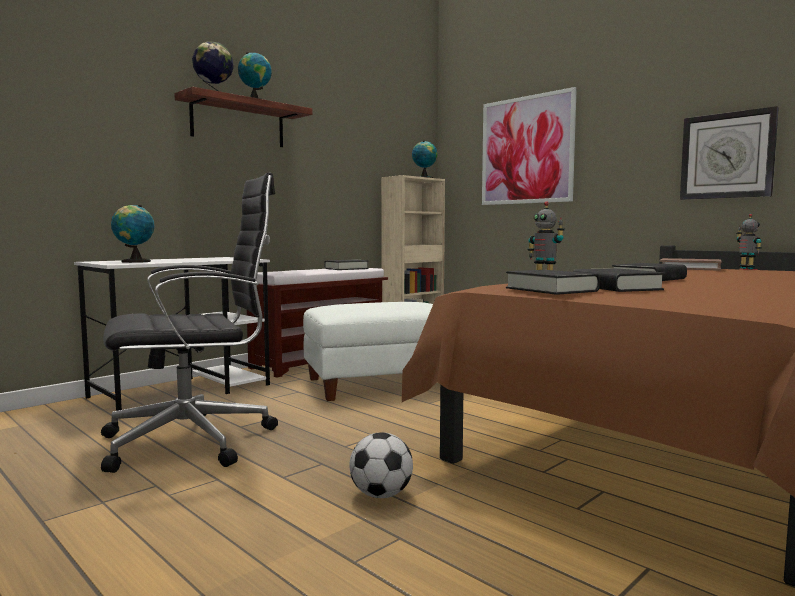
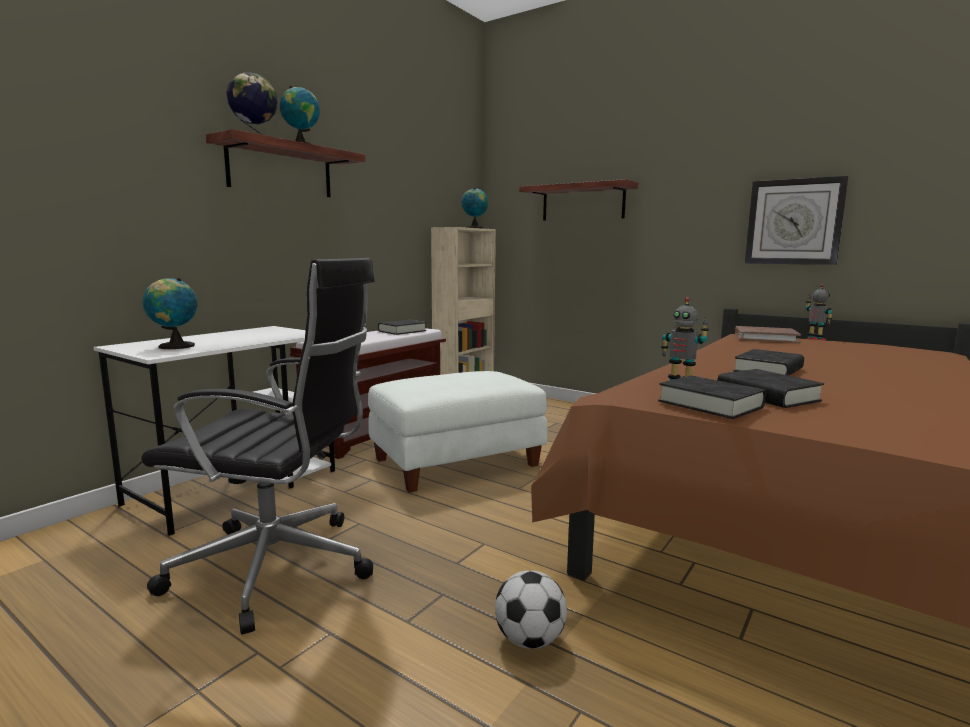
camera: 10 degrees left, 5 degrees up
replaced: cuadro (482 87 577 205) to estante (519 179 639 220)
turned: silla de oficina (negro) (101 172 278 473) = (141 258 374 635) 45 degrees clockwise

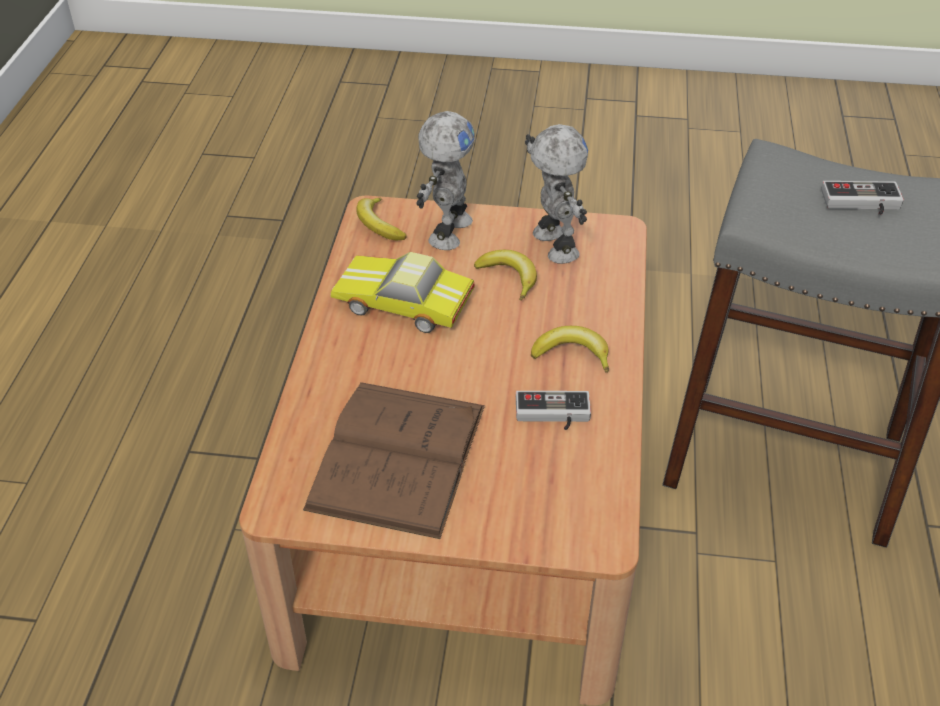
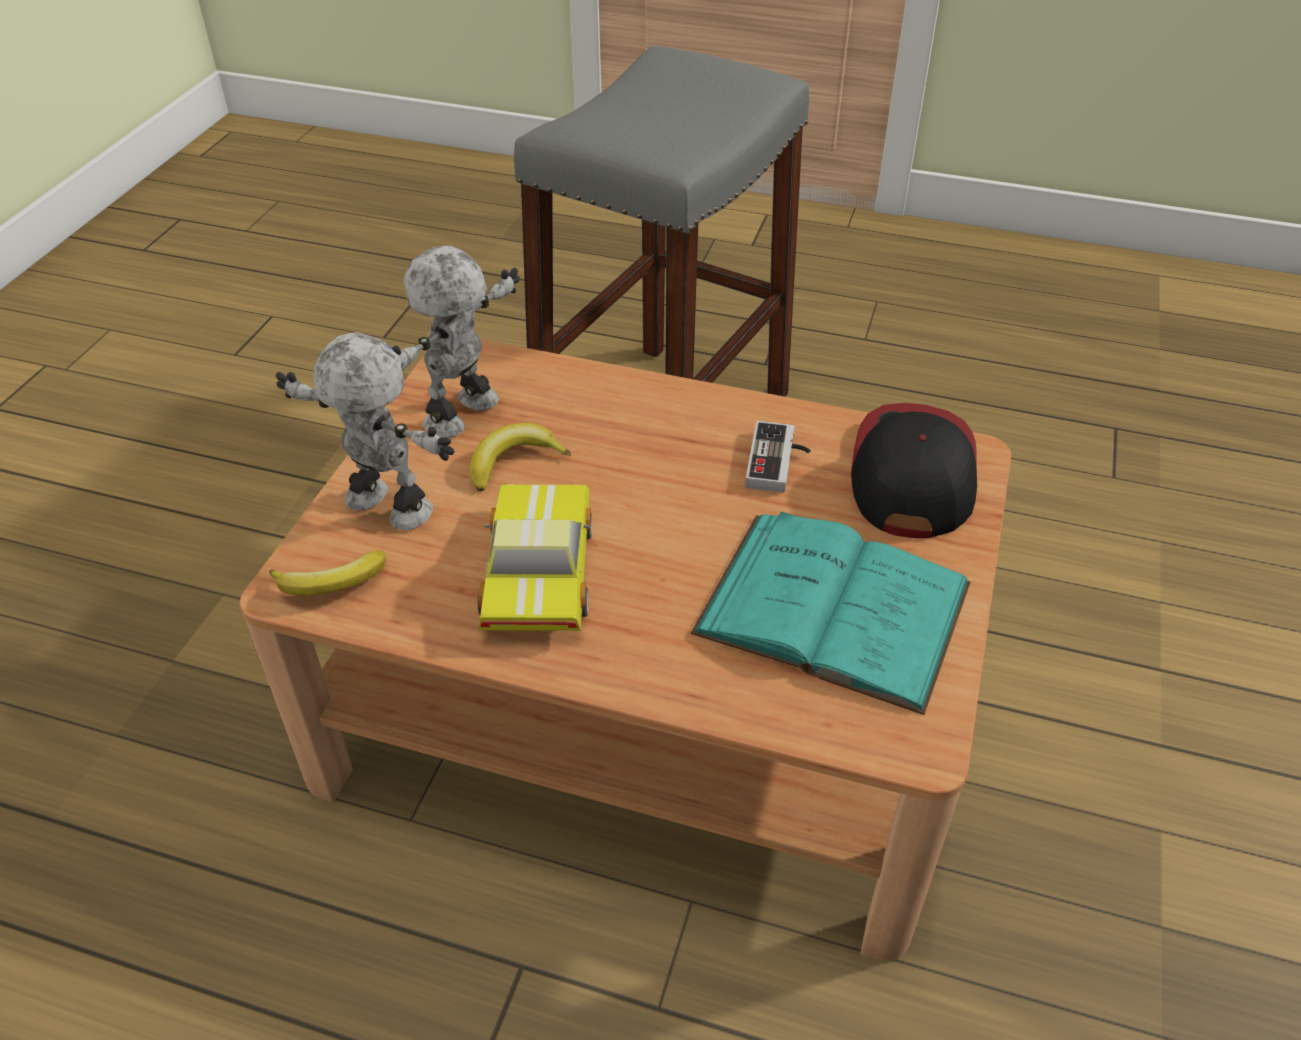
camera: 80 degrees left, 0 degrees up
removed: plátano (531 326 609 373); mando de consola (821 181 904 215)
added: gorra (851 403 977 538)
recoloured: libro (marrón) (303 382 485 539) to libro (turquesa) (690 512 971 715)
turned: robot de juguete (525 124 588 264) = (392 245 520 438) 45 degrees counterclockwise; coche de juguete (331 252 475 333) = (478 484 592 631) 150 degrees clockwise

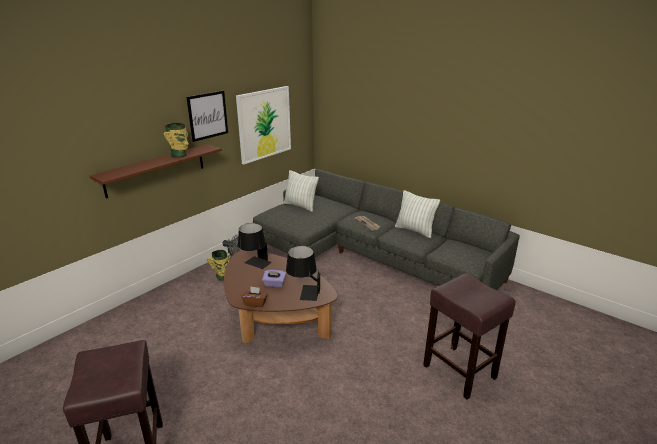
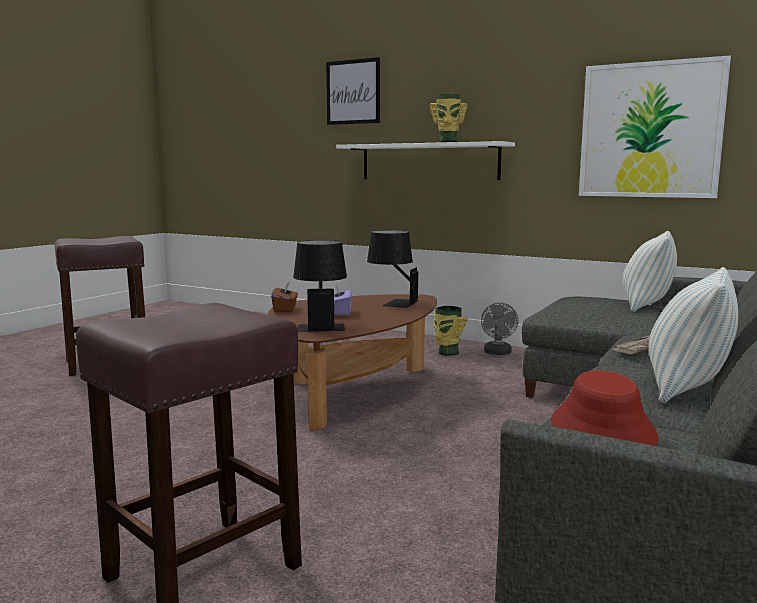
camera: 80 degrees right, 15 degrees down
added: sombrero (rojo) (551 370 659 446)
moved: cuadro (186 91 228 142) to (326 57 380 125)
recoloured: estante (marrón) (90 144 222 198) to estante (blanco) (336 141 515 180)

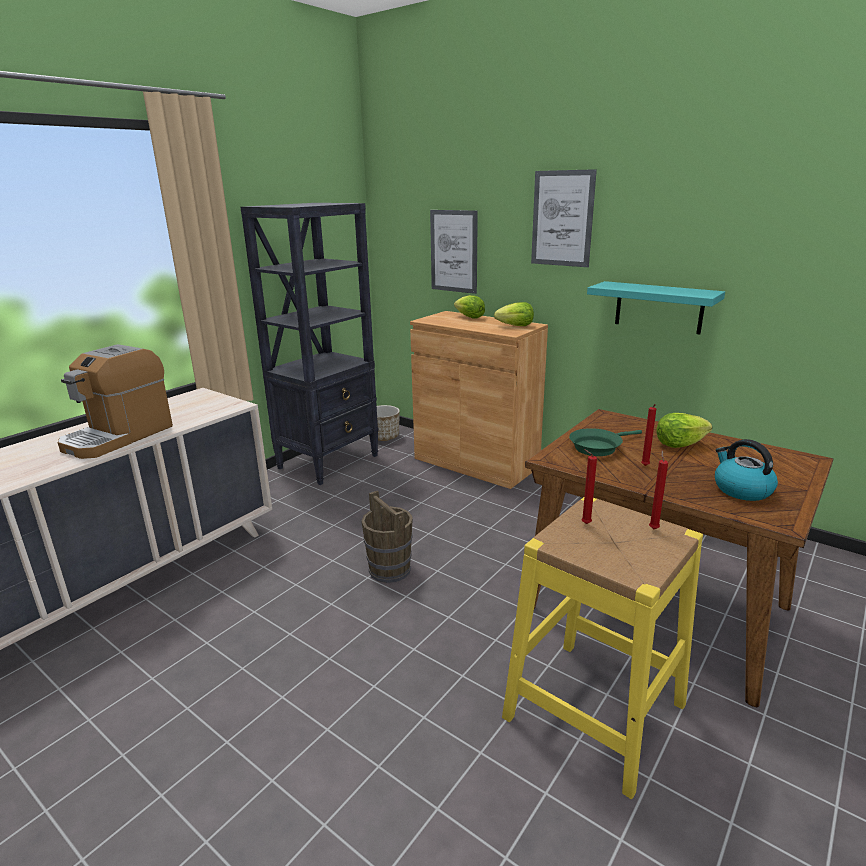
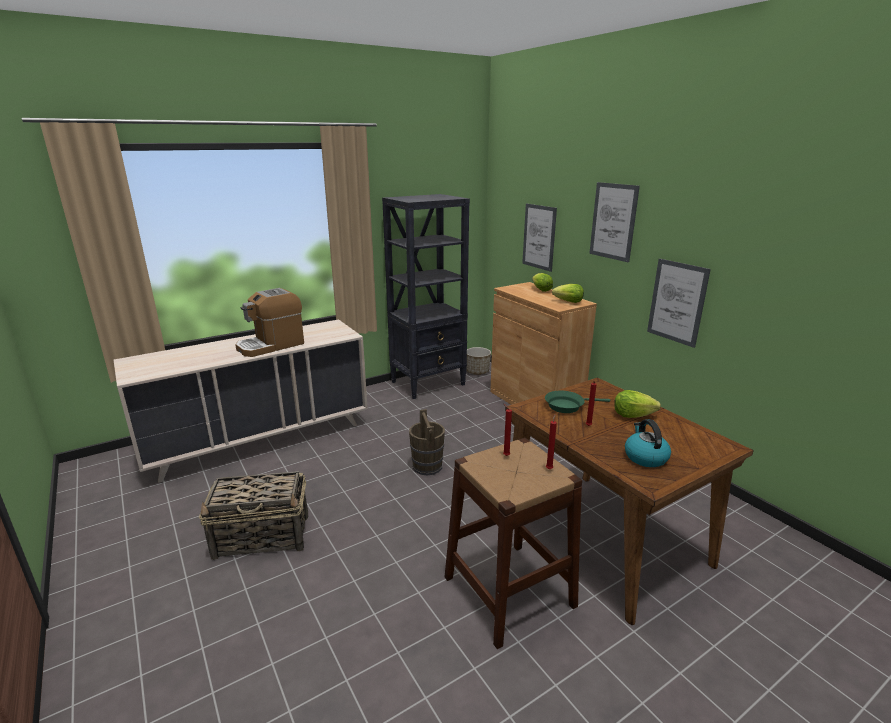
camera: 20 degrees right, 0 degrees up
added: cesta (199 471 308 560)
replaced: estante (turquesa) (587 281 725 335) to cuadro (647 259 711 348)
recoloured: taburete (amarillo) (502 497 703 799) to taburete (marrón) (444 438 582 649)

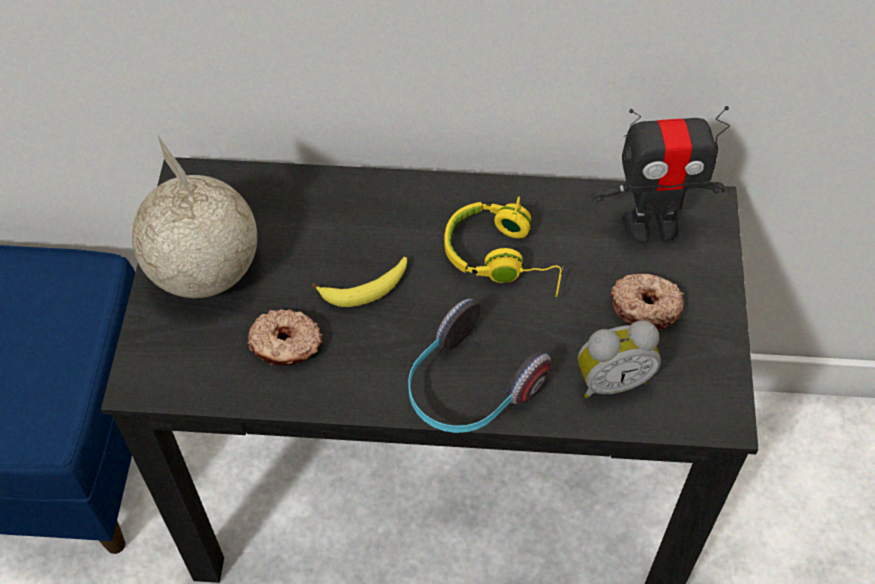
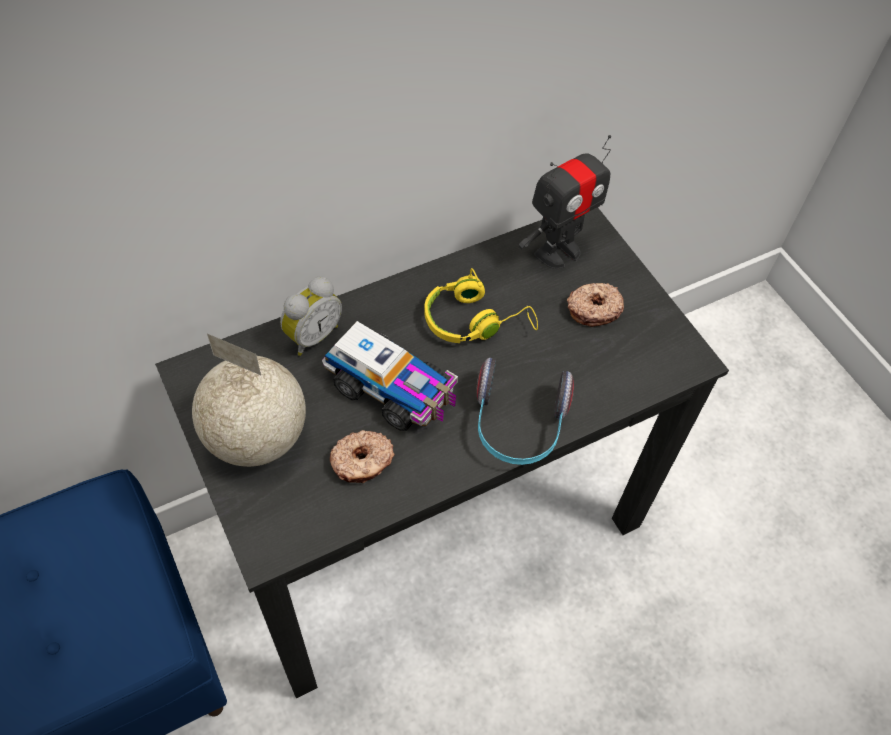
camera: 35 degrees left, 0 degrees up
moved: despertador (578 320 661 398) to (280 277 342 356)
replaced: plátano (312 257 407 307) to camión de juguete (322 321 458 431)

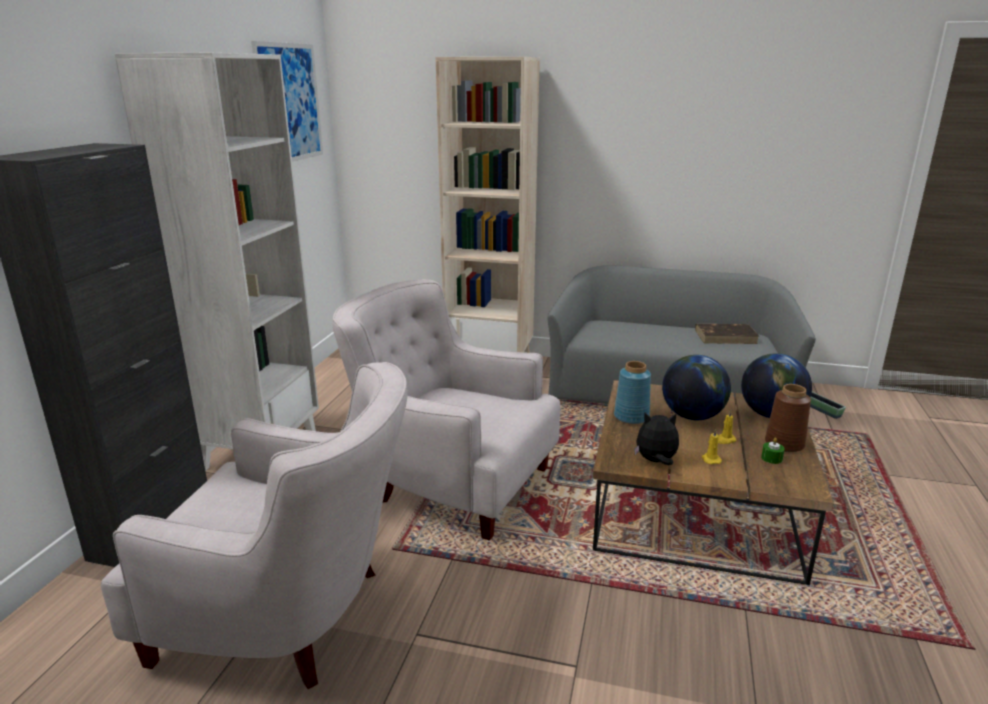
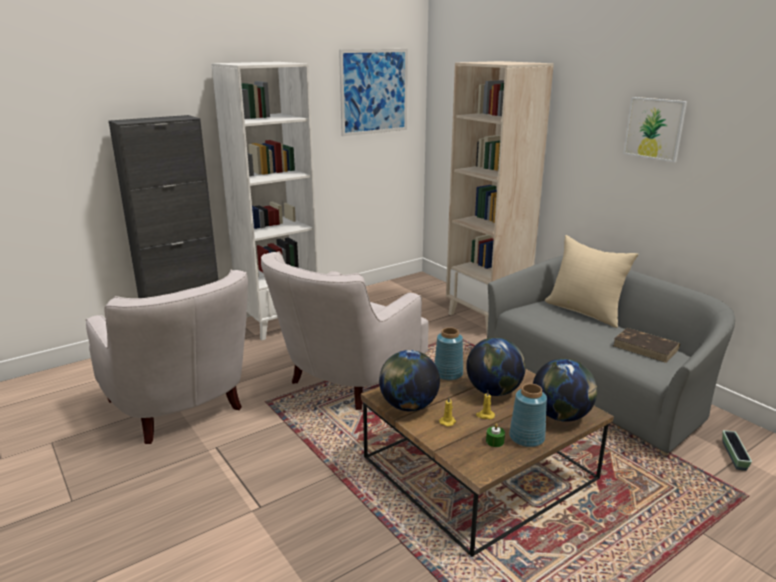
camera: 40 degrees right, 0 degrees up
added: cojín (beis) (545 235 638 328); cuadro (623 97 687 162)
replaced: peluche (634 412 679 465) to globo terráqueo (379 350 440 411)
recoloured: florero (marrón) (765 384 811 452) to florero (azul) (509 383 547 447)
turned: sillón (blanco) (333 279 560 541) = (261 251 429 410) 120 degrees counterclockwise

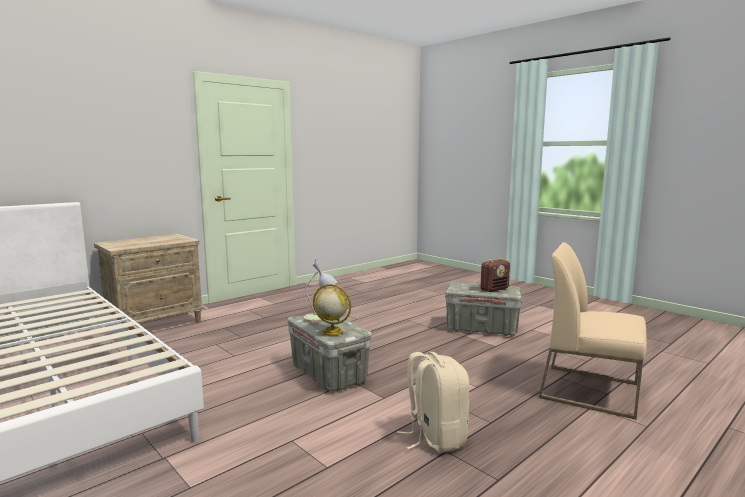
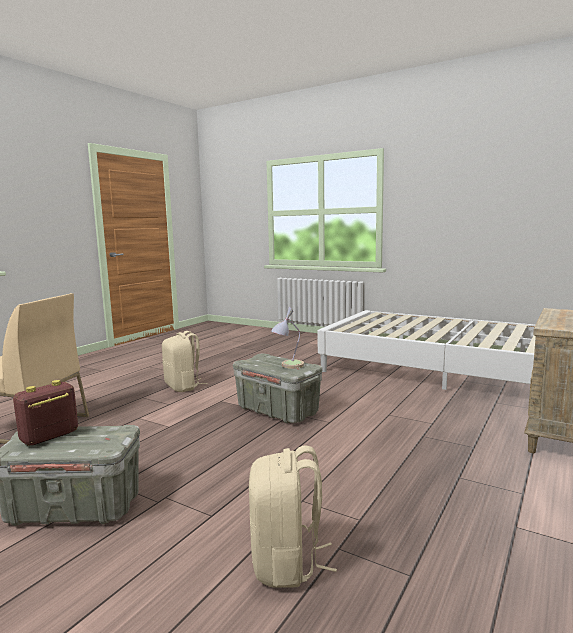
camera: 165 degrees right, 0 degrees up
removed: globo terráqueo (313 284 351 335)
added: mochila (beis) (249 446 337 588)

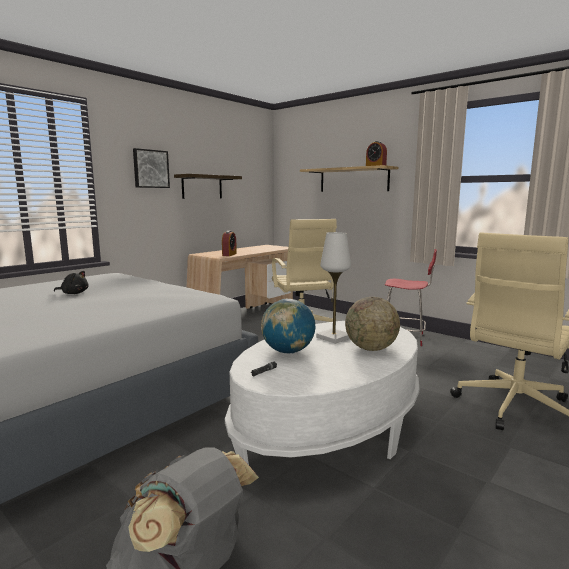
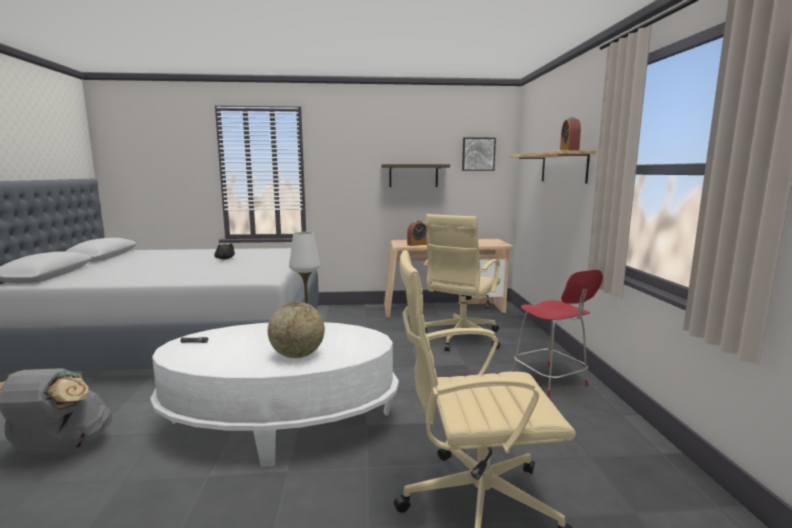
camera: 45 degrees right, 0 degrees up
removed: globo terráqueo (261 299 315 354)
moved: cuadro (133 148 170 188) to (462 137 496 171)

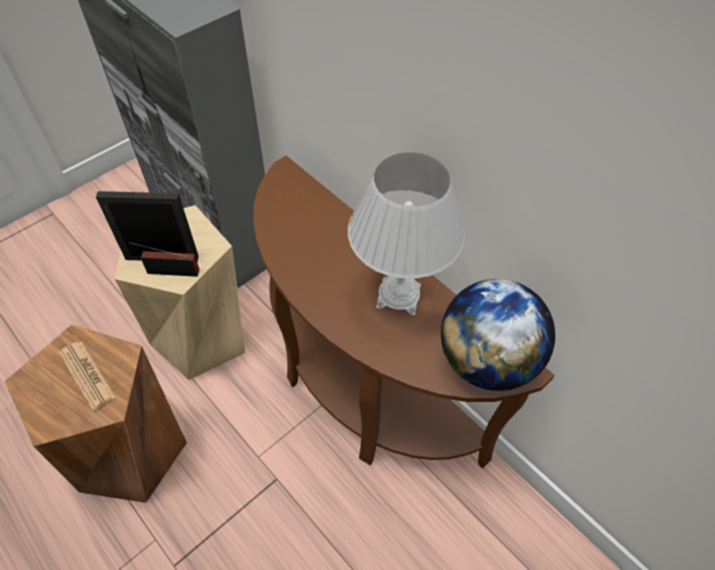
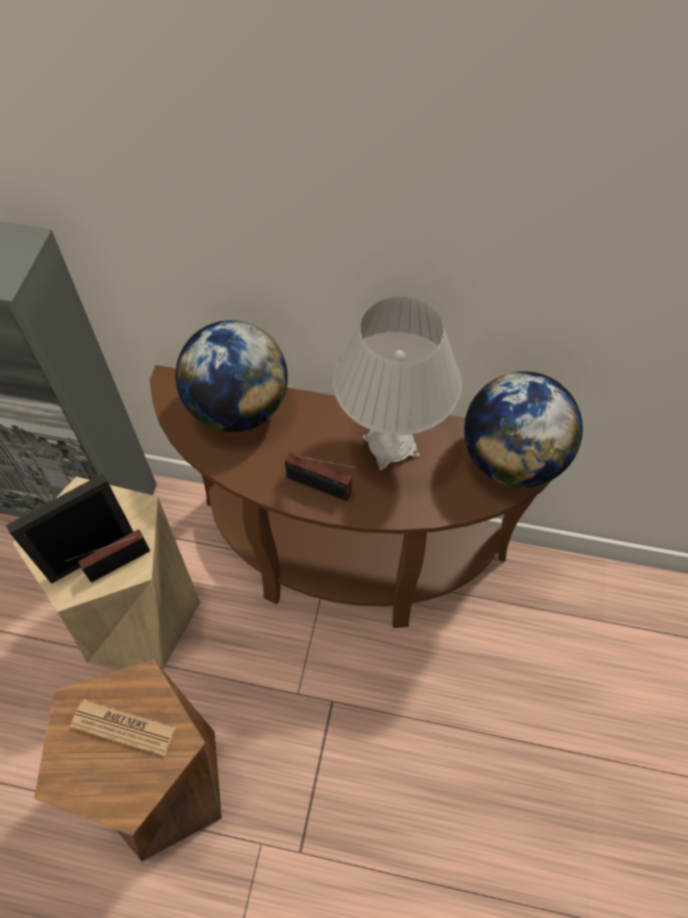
camera: 35 degrees left, 5 degrees up
added: globo terráqueo (175 320 288 432); radio (285 453 359 501)

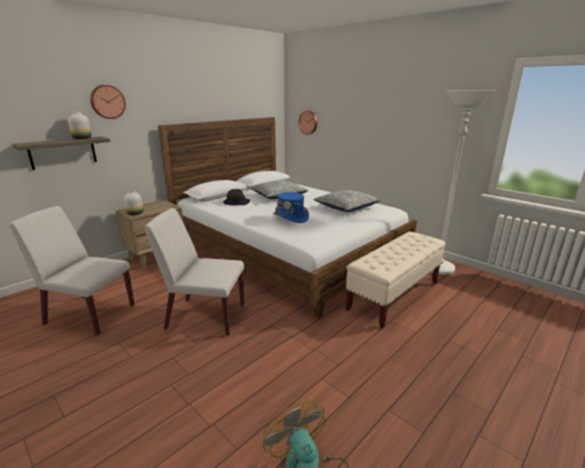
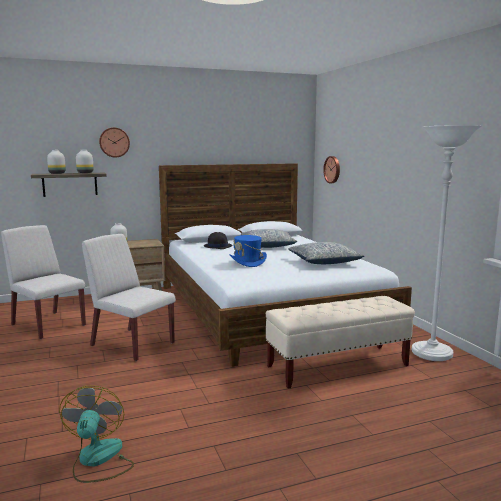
camera: 25 degrees right, 10 degrees down
added: florero (blanco) (47 150 66 174)

